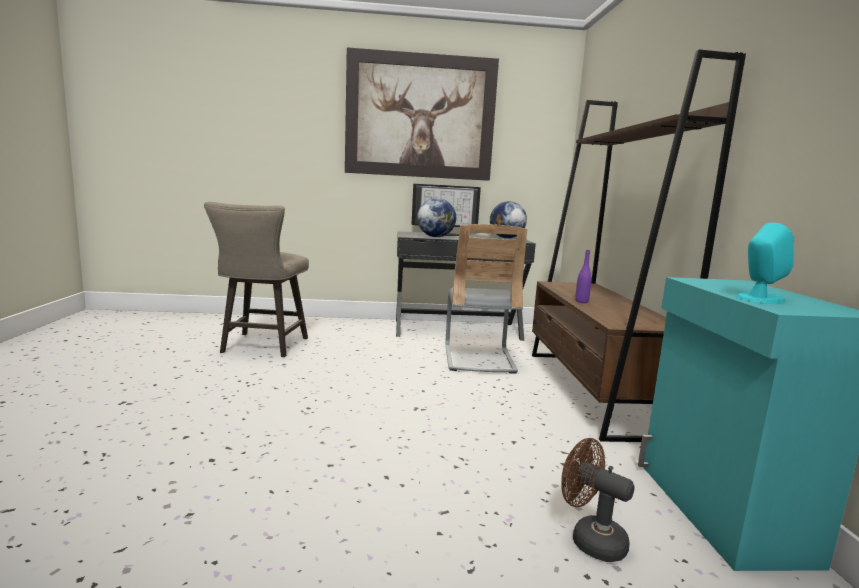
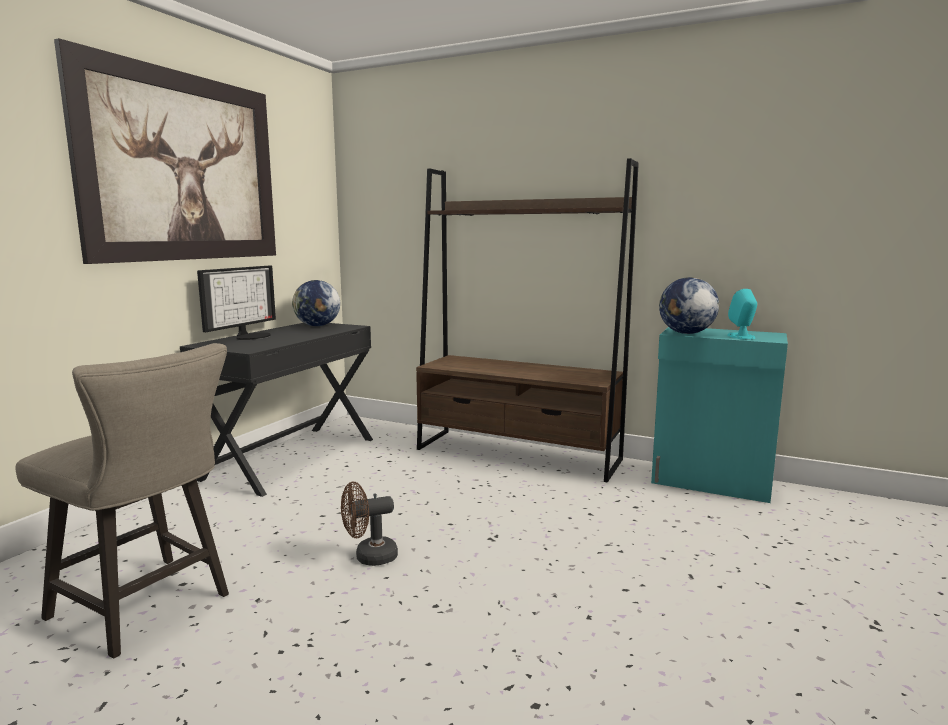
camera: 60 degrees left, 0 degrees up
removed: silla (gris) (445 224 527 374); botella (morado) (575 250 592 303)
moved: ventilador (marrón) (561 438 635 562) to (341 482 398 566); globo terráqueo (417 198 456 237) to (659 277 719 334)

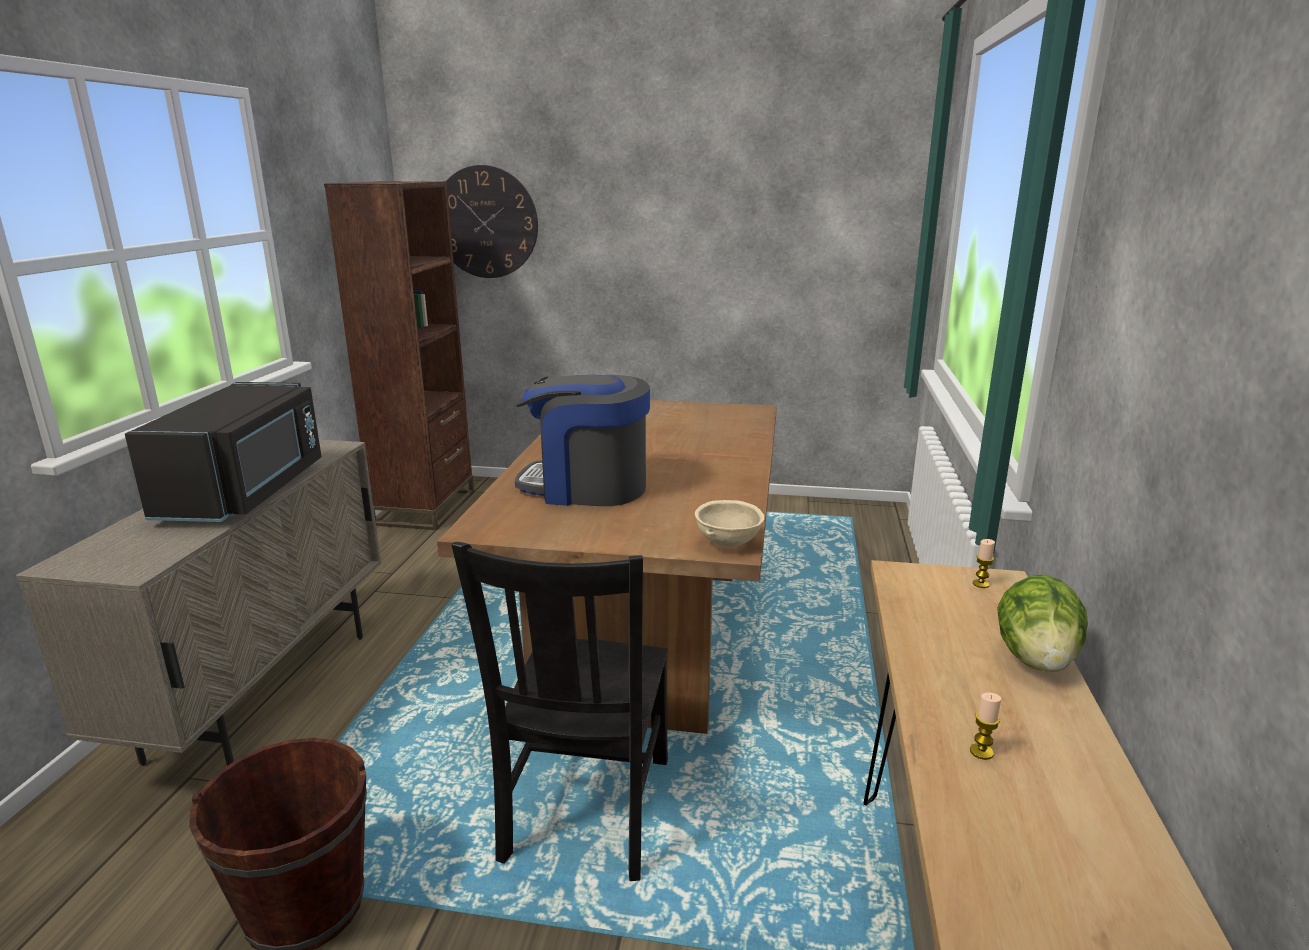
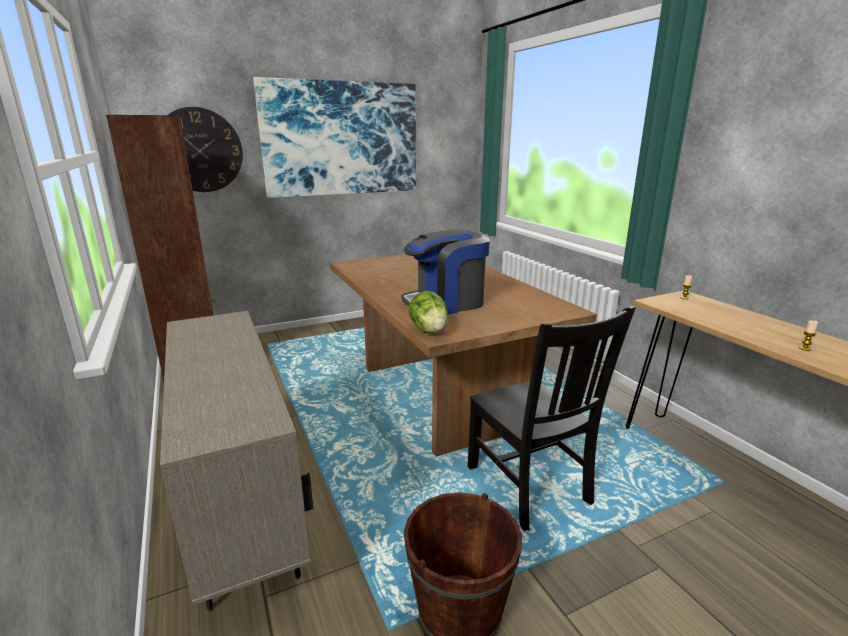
camera: 35 degrees left, 0 degrees up
removed: microondas (negro) (125 382 322 522); cuenco (beis) (695 500 764 547)
added: cuadro (253 77 416 198)
moved: lechuga (997 574 1088 672) to (408 291 448 334)

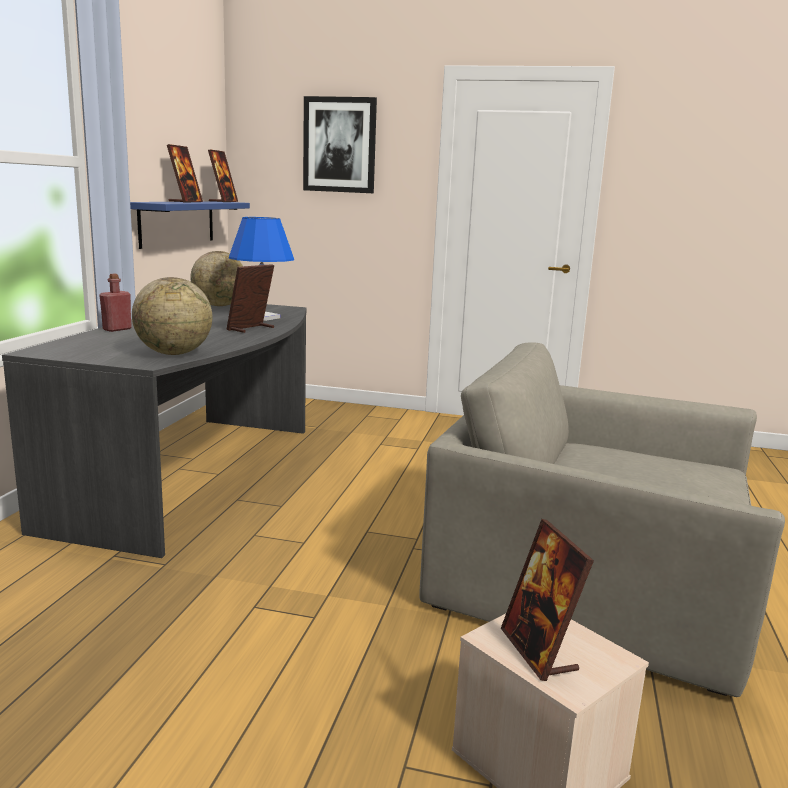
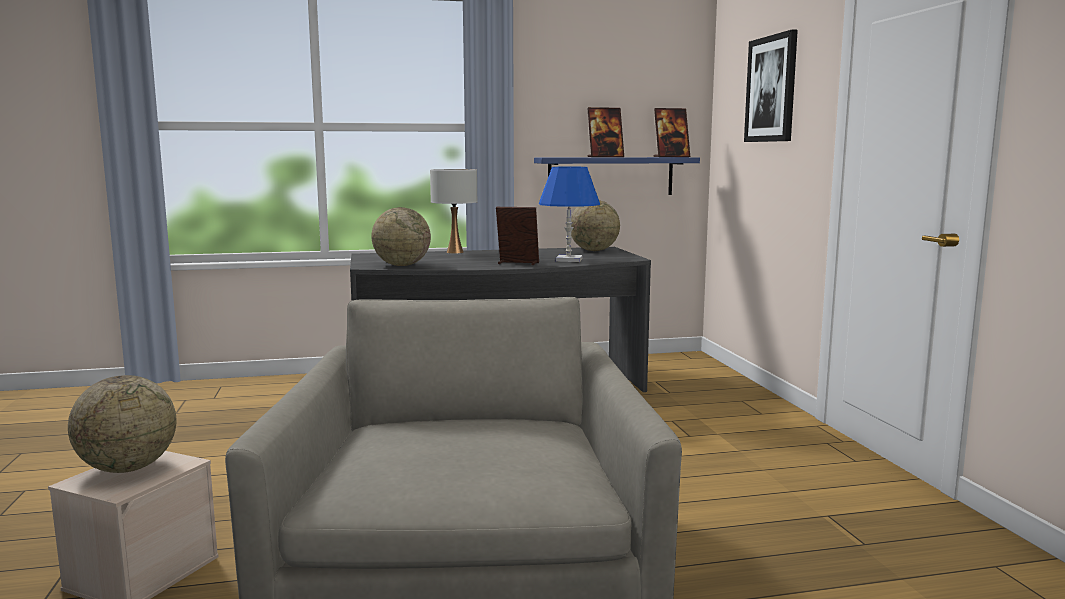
camera: 65 degrees right, 5 degrees down
replaced: portarretratos (501 519 594 681) to globo terráqueo (68 375 176 473); botella (rojo) (99 274 132 332) to lámpara de mesa (blanco) (430 169 477 254)

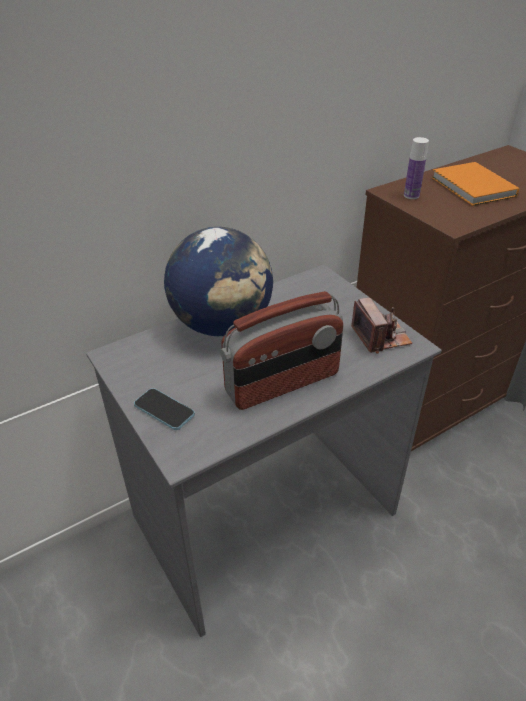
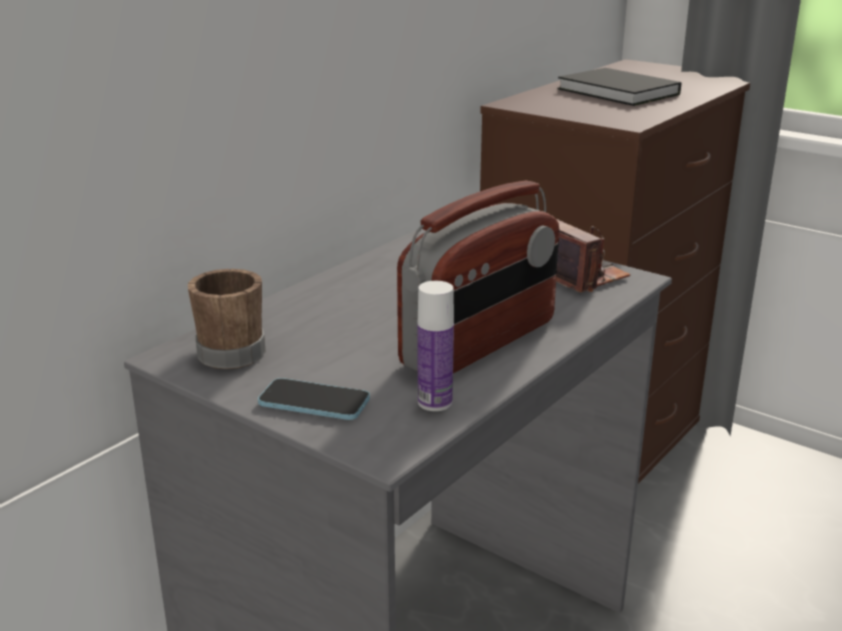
camera: 20 degrees left, 15 degrees down
removed: globo terráqueo (164 227 273 336)
added: taza grande (marrón) (188 269 266 369)
moved: botella (404 137 429 199) to (417 281 454 411)
recoloured: libro (naranja) (431 162 519 206) to libro (negro) (557 68 681 106)

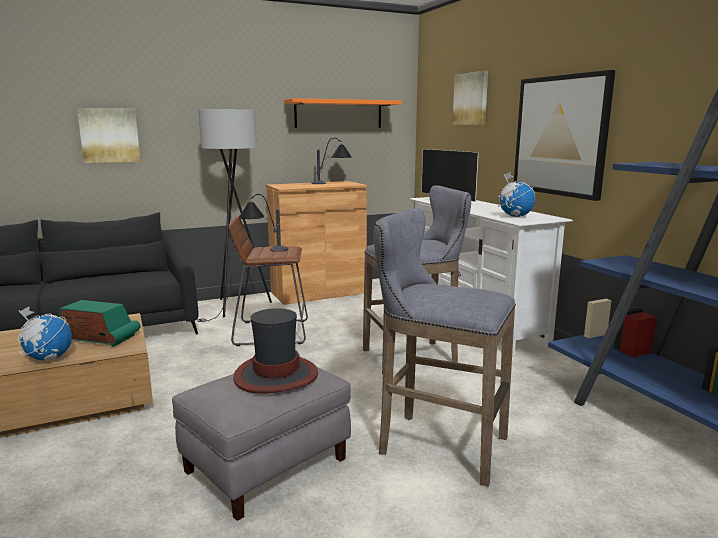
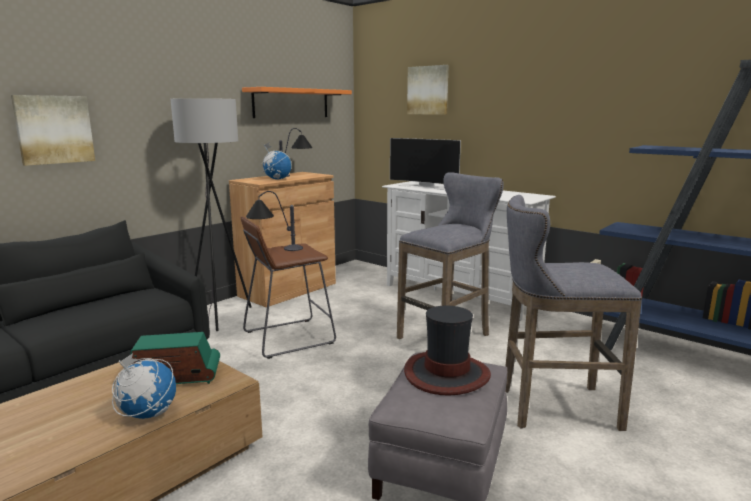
camera: 25 degrees left, 0 degrees up
removed: cuadro (514 70 615 201)
moved: globo terráqueo (498 172 535 217) to (262 143 291 180)

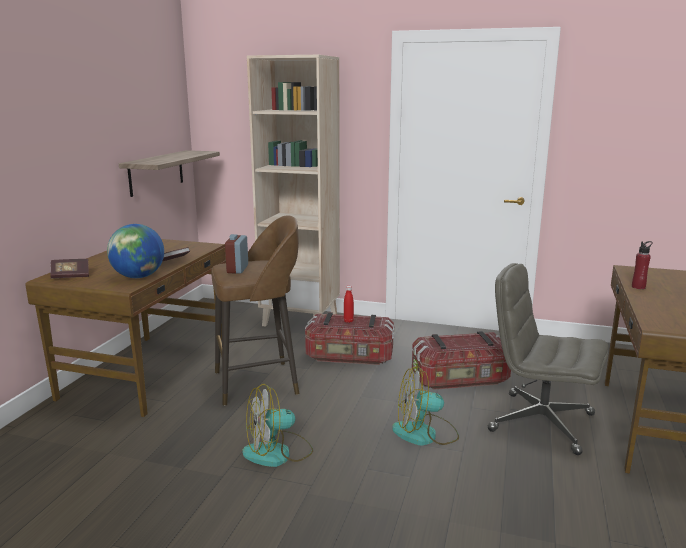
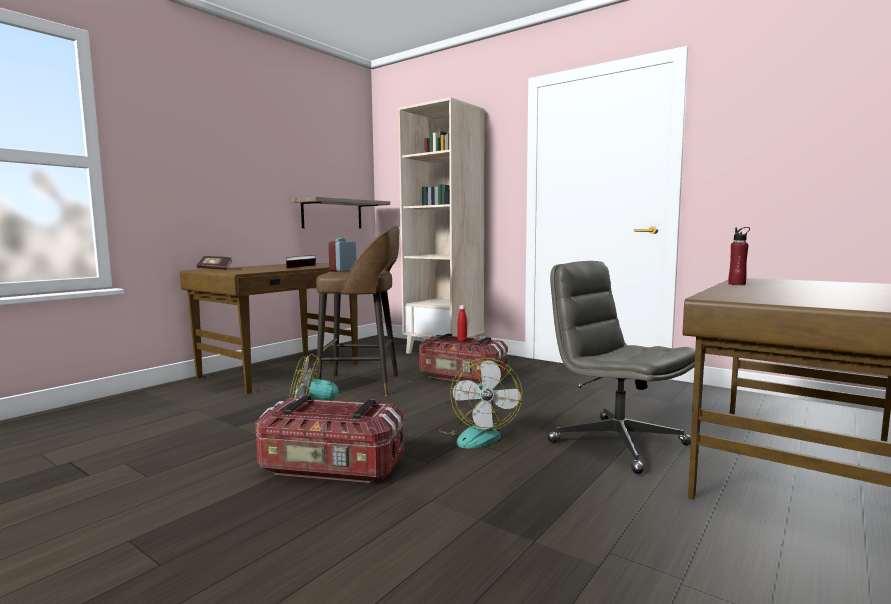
camera: 20 degrees right, 10 degrees down
removed: globo terráqueo (107 224 164 278)
moved: caja de almacenaje (412 331 511 390) to (255 396 404 483)
turned: ventilador (392 366 459 446) = (439 358 523 449) 105 degrees counterclockwise

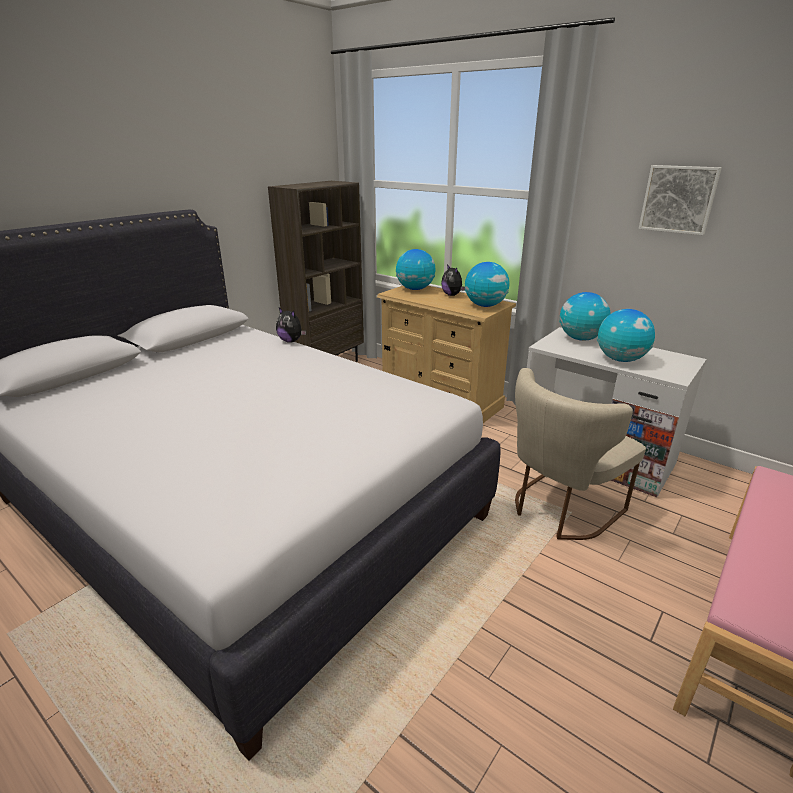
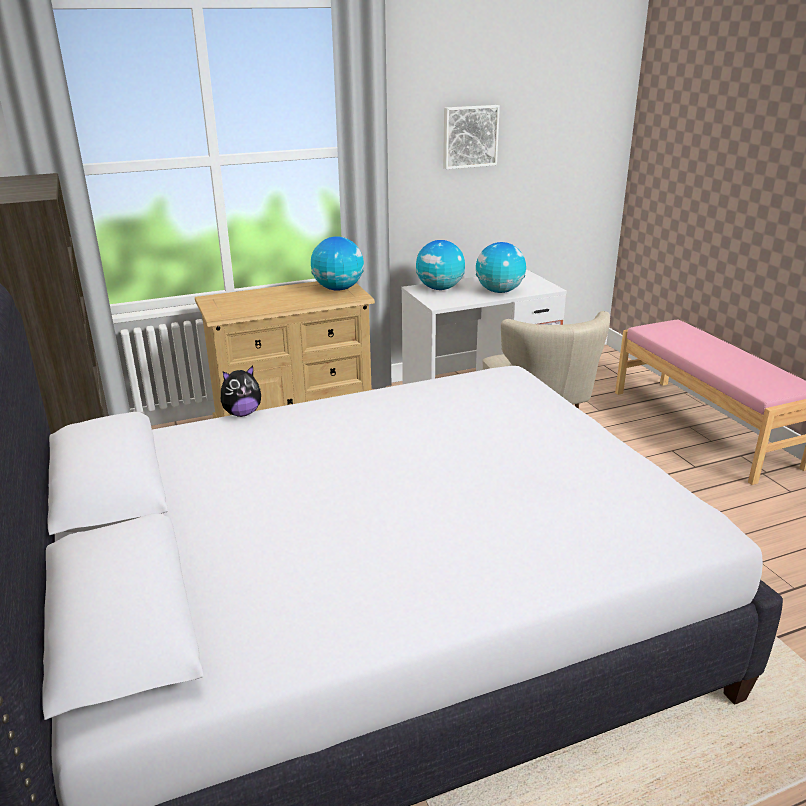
camera: 60 degrees left, 0 degrees up
removed: globo terráqueo (396 249 435 290); peluche (441 264 465 296)

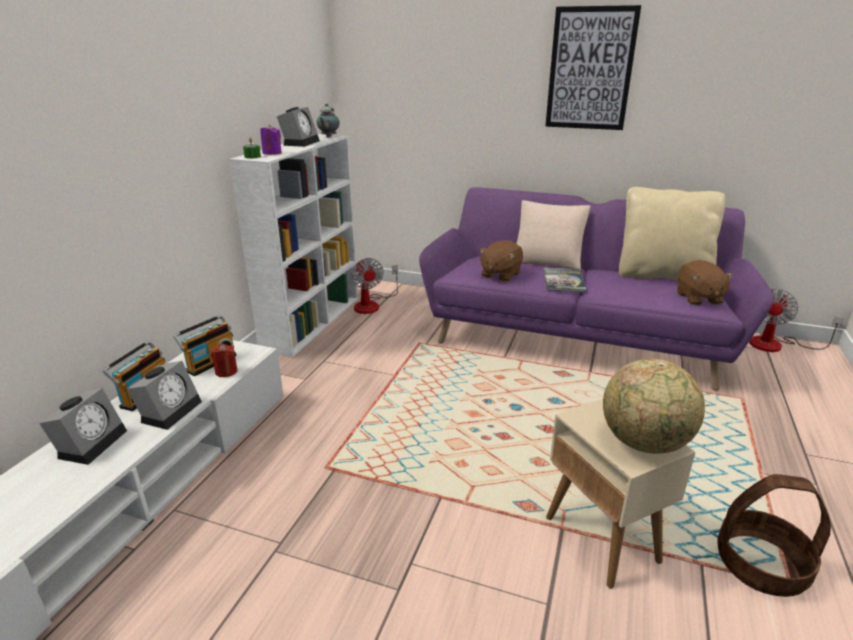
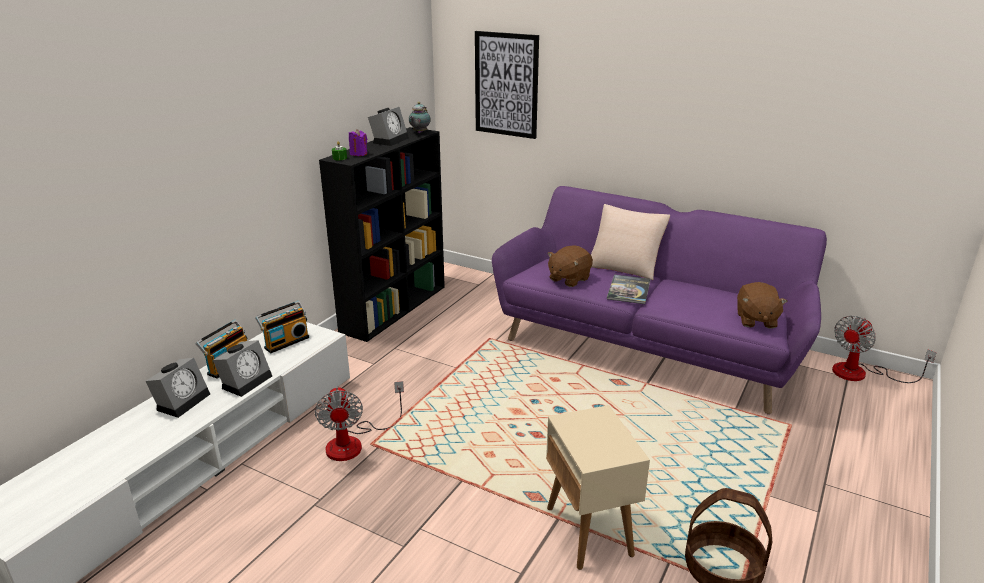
camera: 10 degrees right, 0 degrees up
removed: vela (rojo) (211 343 238 377); globo terráqueo (603 359 705 454); cojín (beis) (619 187 725 280)
moved: ventilador (352 258 398 314) to (314 381 404 461); cuadro (545 5 641 130) to (475 31 539 139)
recoloured: estantería (blanco) (229 134 358 358) to estantería (negro) (319 127 445 342)

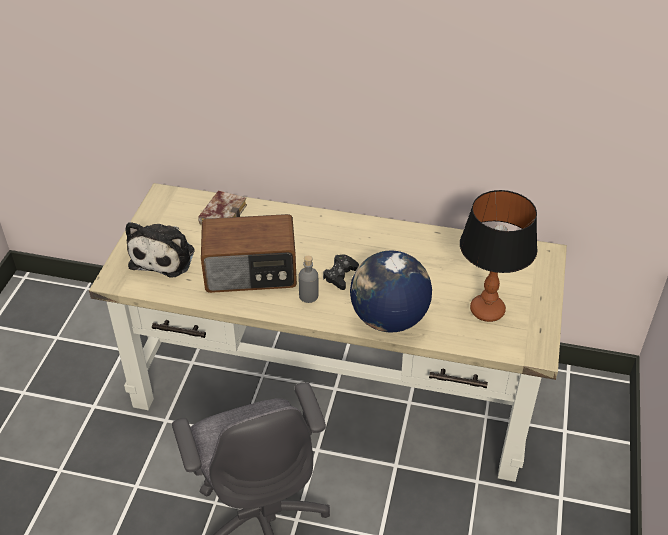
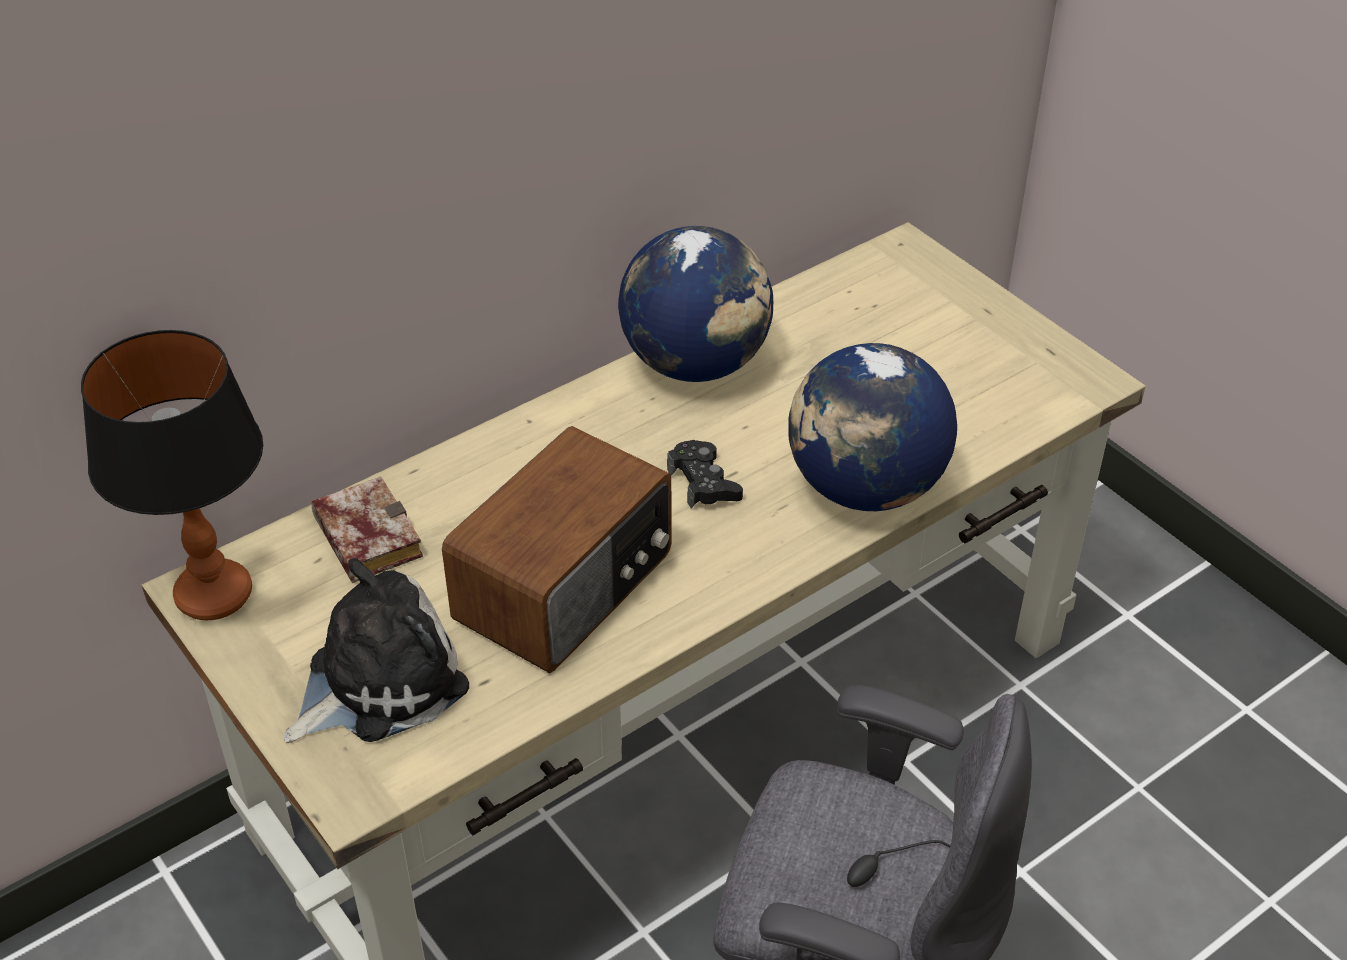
camera: 50 degrees left, 0 degrees up
removed: botella (gris) (299 256 318 303)
added: globo terráqueo (618 226 773 382)
moved: lámpara de mesa (460 190 538 322) to (81 330 263 620)
turned: peluche (125 222 194 278) = (284 558 469 743) 90 degrees counterclockwise

